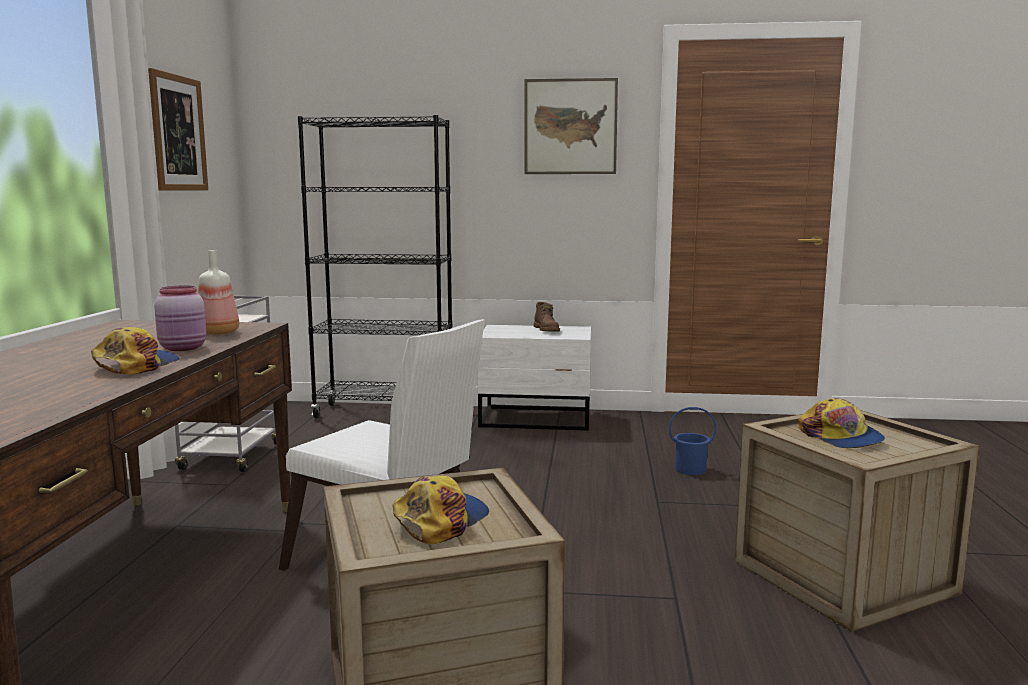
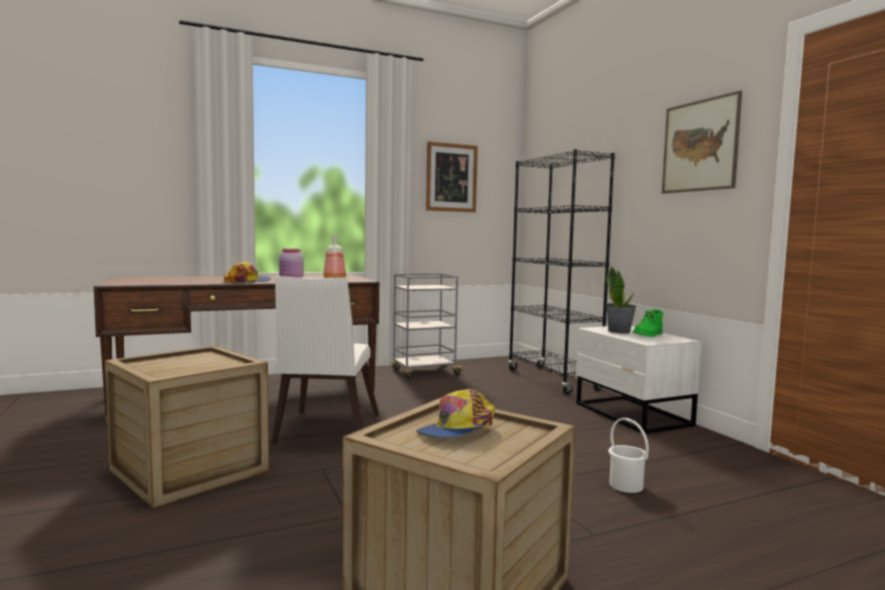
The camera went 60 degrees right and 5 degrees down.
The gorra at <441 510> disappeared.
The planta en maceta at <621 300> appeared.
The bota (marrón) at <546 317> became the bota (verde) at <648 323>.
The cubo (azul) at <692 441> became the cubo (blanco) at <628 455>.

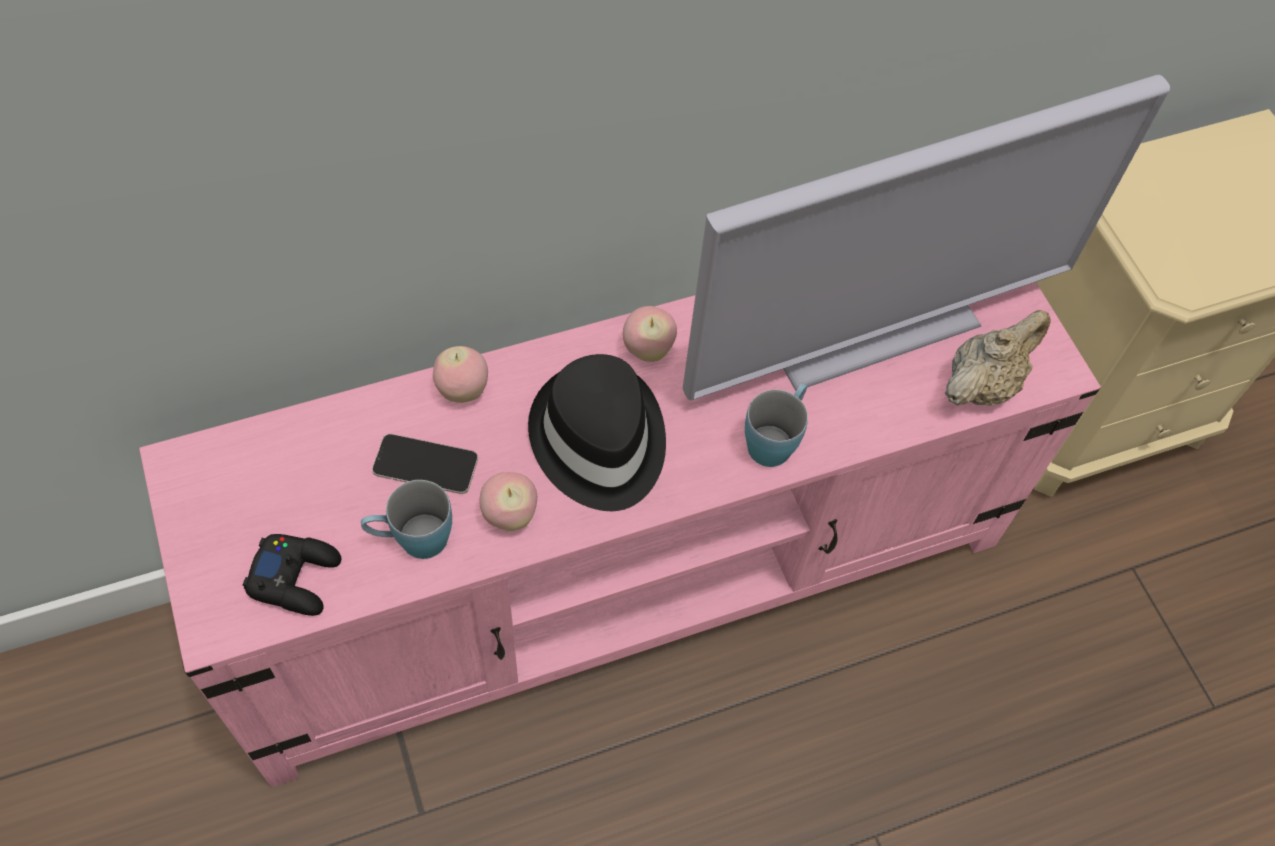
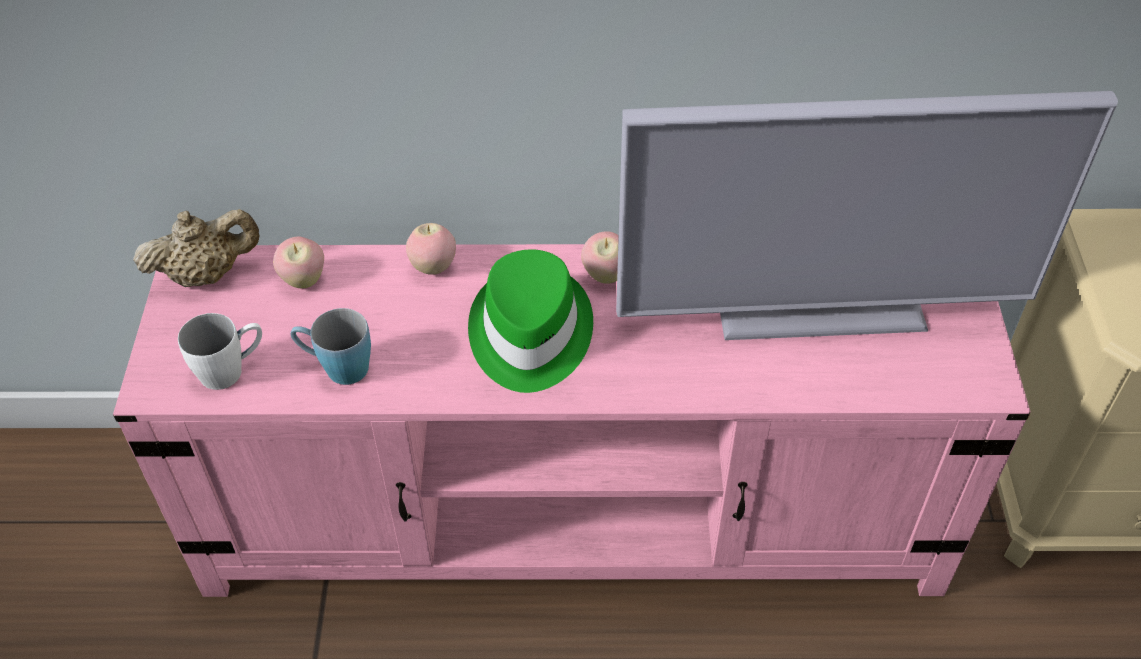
The camera went 25 degrees right and 10 degrees down.
The móvil at <425 464> disappeared.
The taza grande (azul) at <776 425> disappeared.
The manzana moved from <508 501> to <298 262>.
The tetera (beis) moved from <998 358> to <196 248>.
The mando de consola (negro) at <291 575> was replaced by the taza grande (blanco) at <220 351>.
The sombrero (negro) at <597 432> became the sombrero (verde) at <530 321>.

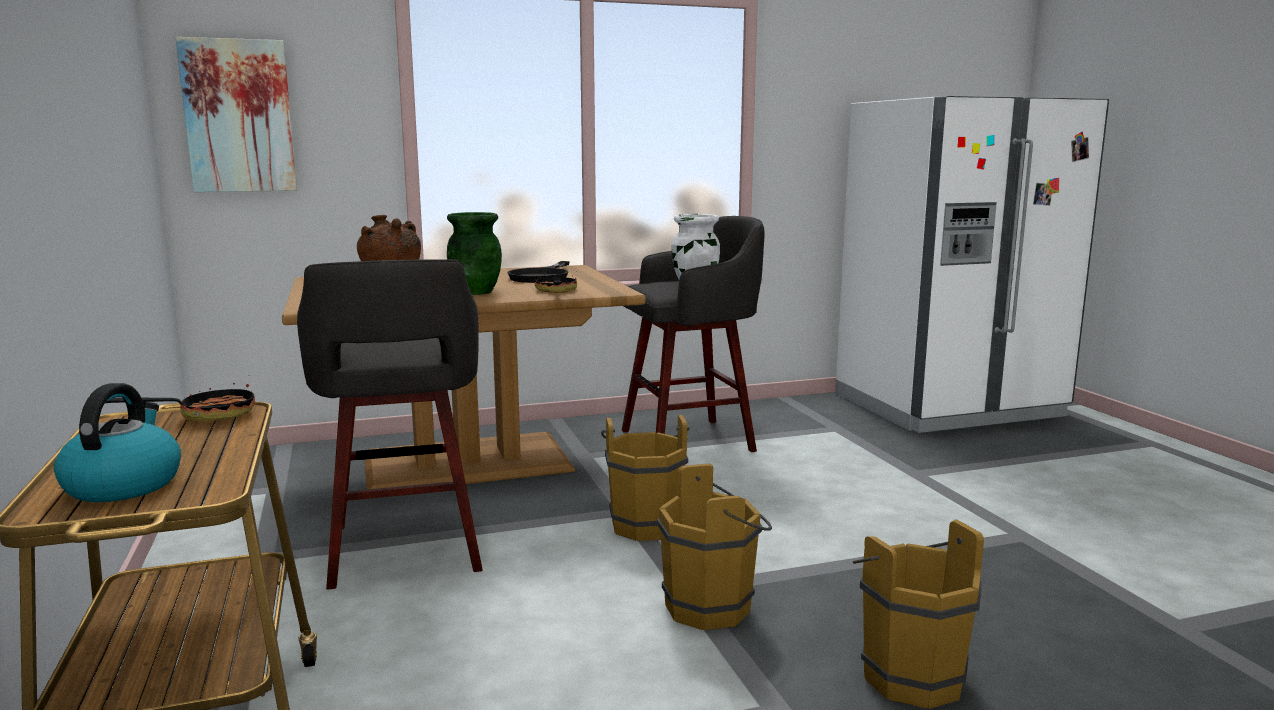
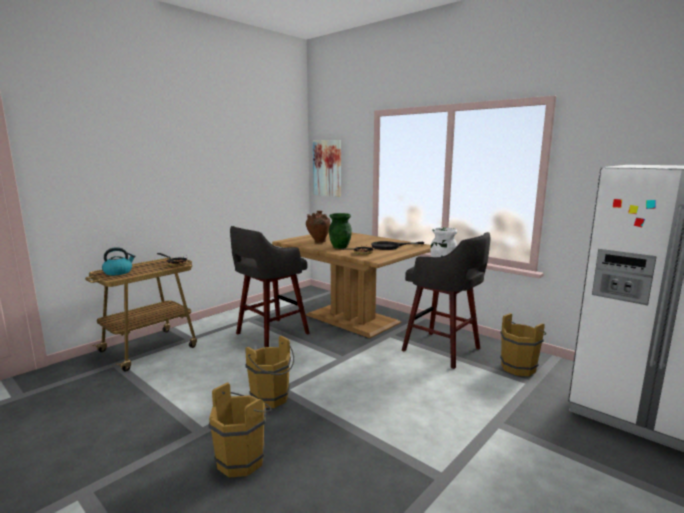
The camera went 60 degrees right and 0 degrees up.
The cubo (marrón) moved from <645 478> to <523 344>.

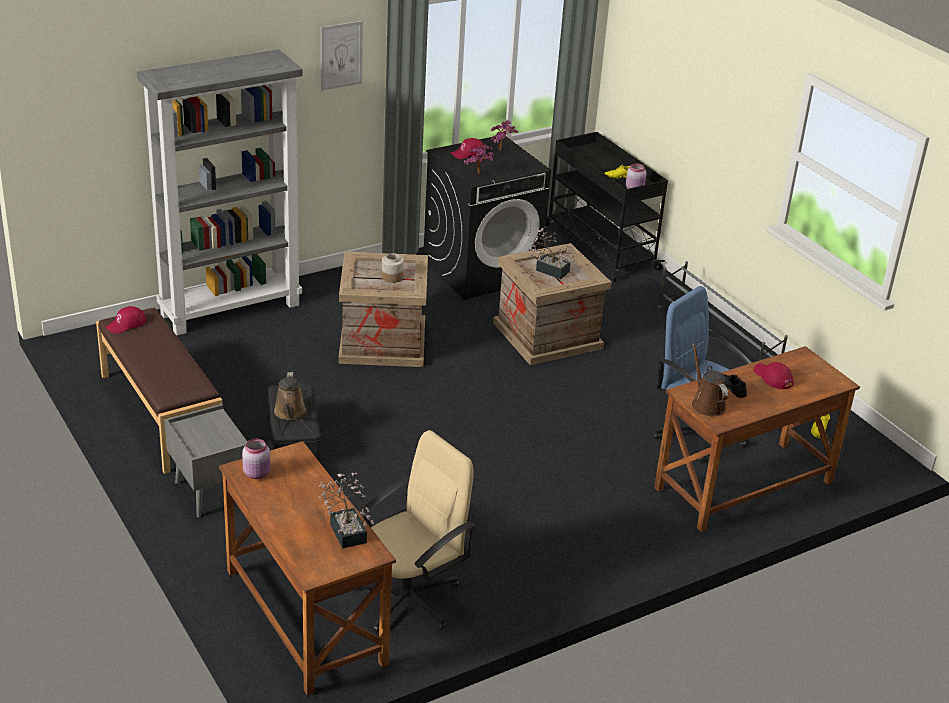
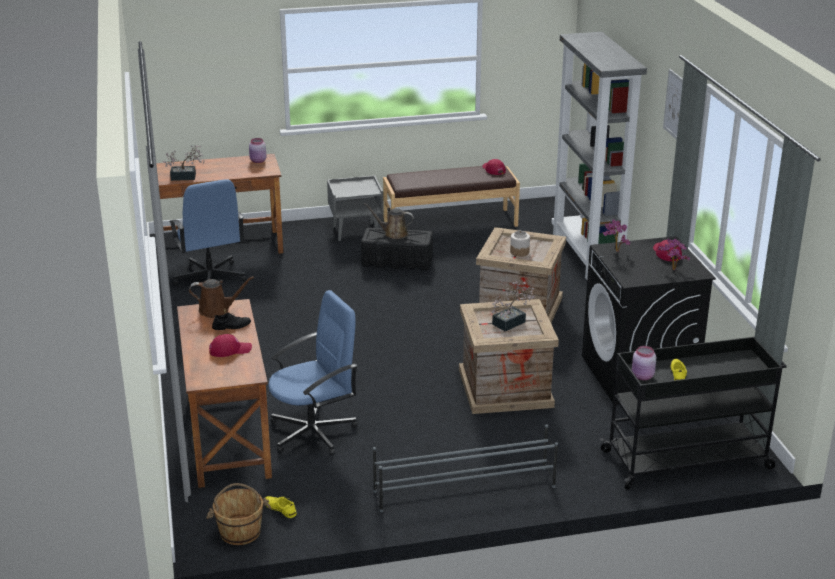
The camera went 110 degrees right and 5 degrees down.
The cubo (marrón) at <238 514> appeared.
The silla de oficina (beis) at <414 531> became the silla de oficina (azul) at <207 232>.

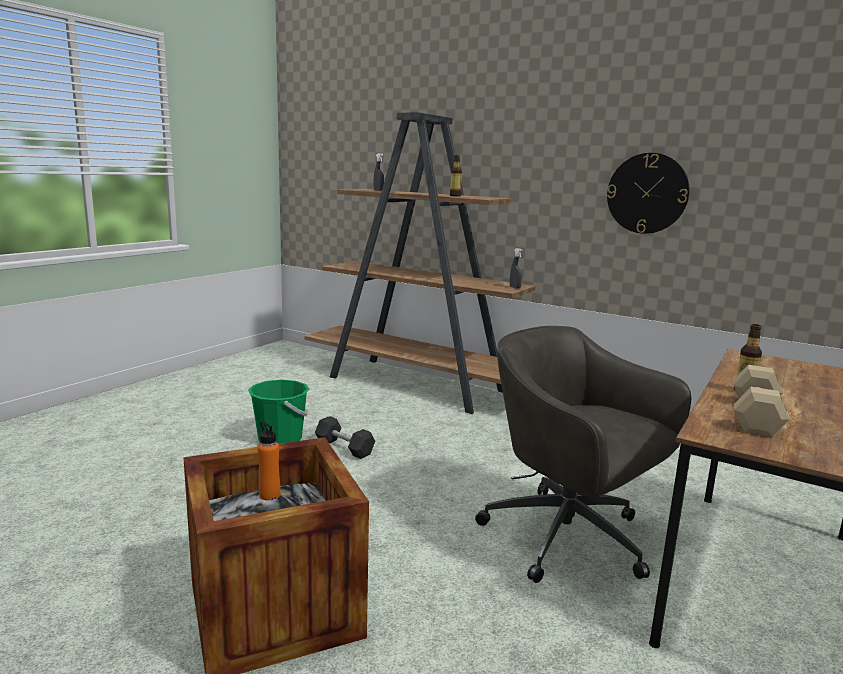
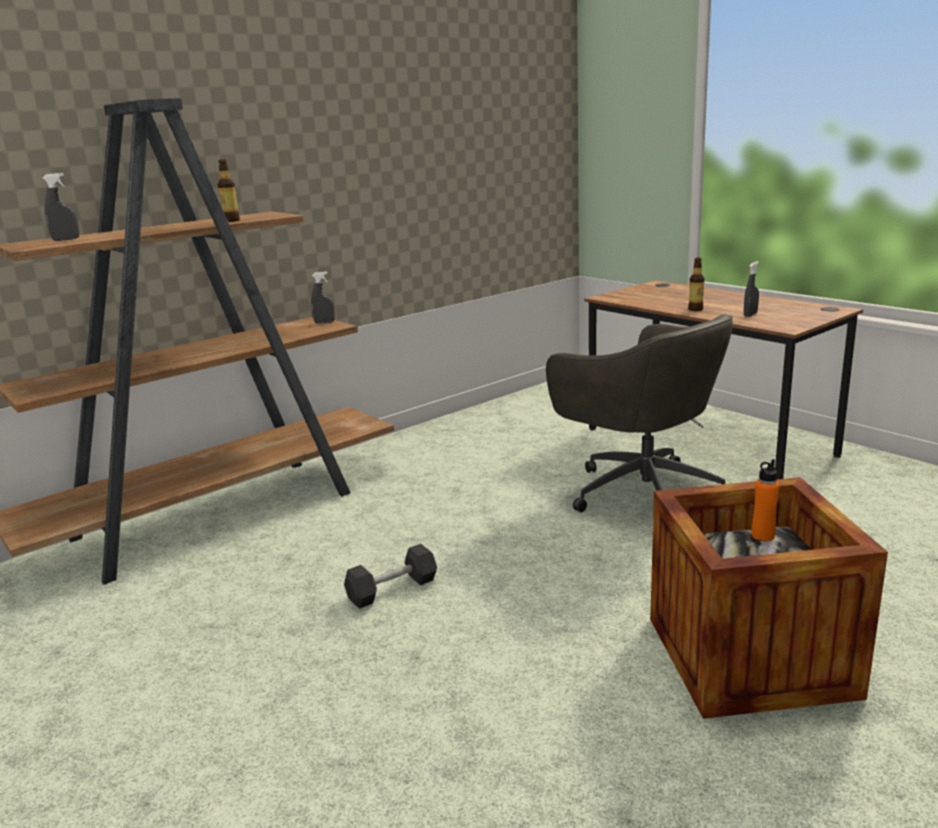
The camera went 70 degrees left and 5 degrees up.
The cubo (verde) at <278 412> disappeared.
The reloj de pared at <648 193> disappeared.
The mancuerna (beis) at <761 401> was replaced by the pulverizador (gris) at <751 289>.
The silla de oficina (gris) at <583 454> turned 105 degrees counterclockwise.

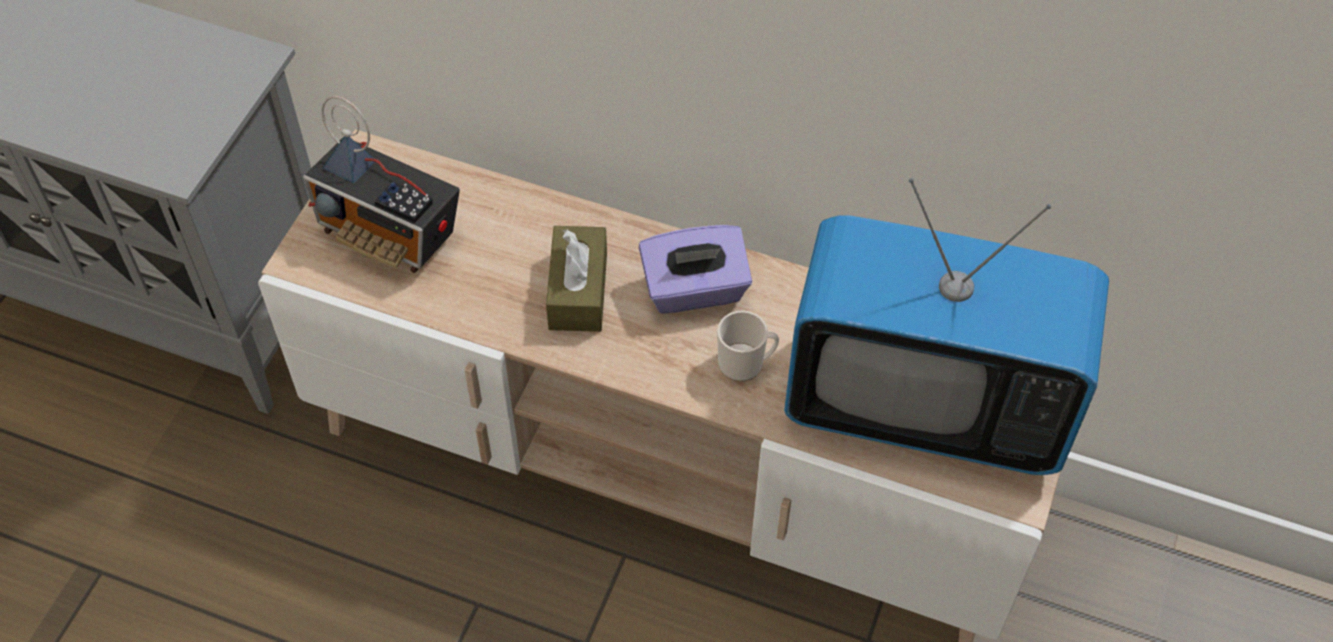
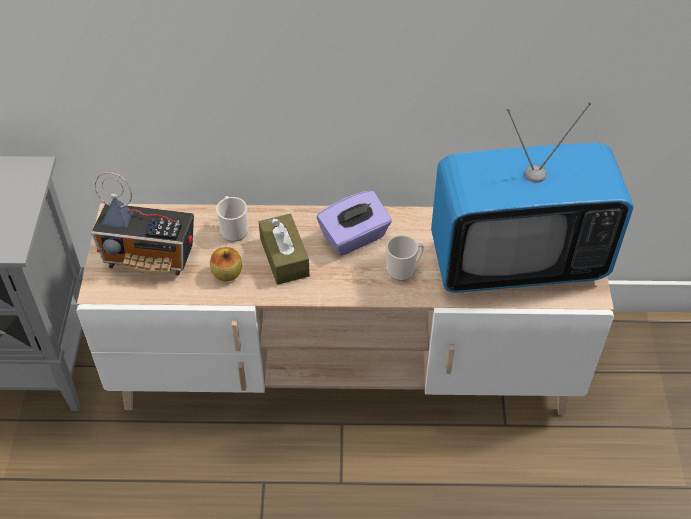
The camera went 20 degrees left and 5 degrees down.
The manzana at <226 264> appeared.
The taza grande at <232 219> appeared.

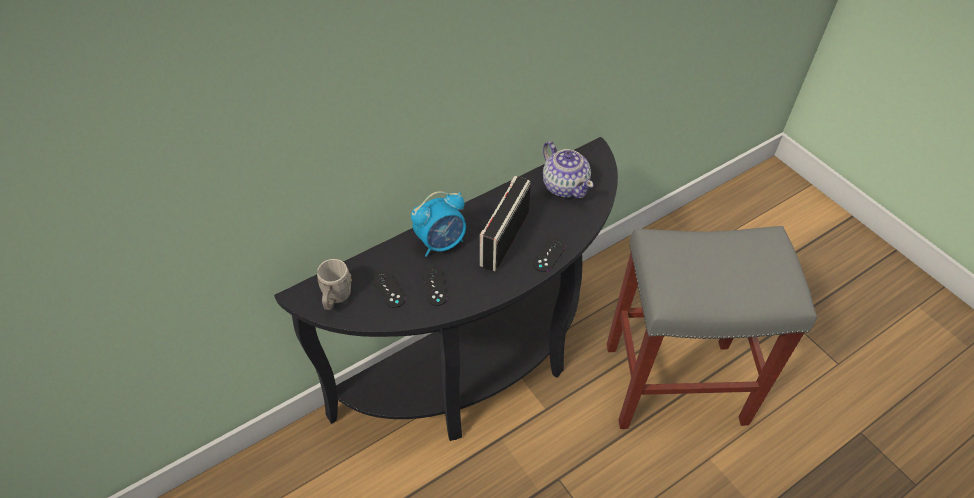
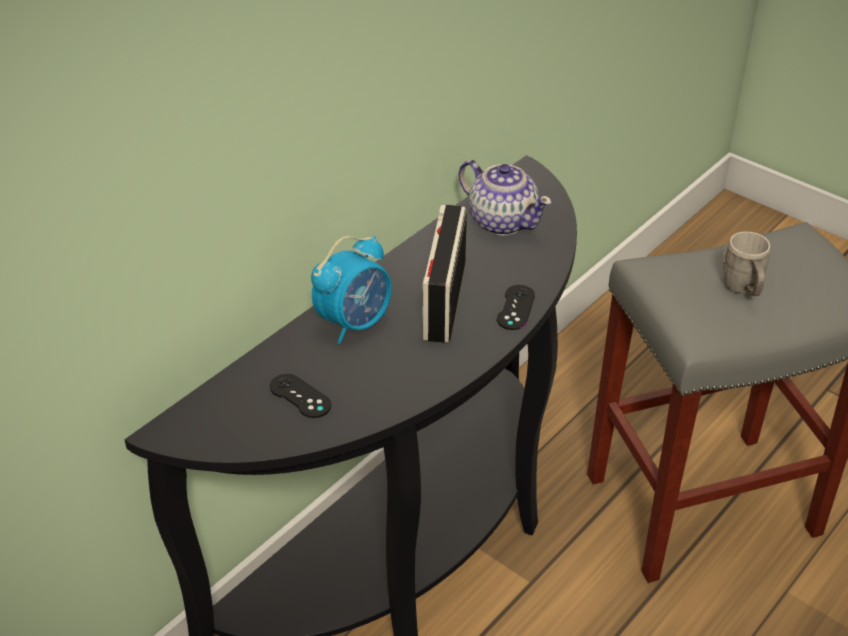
The camera went 15 degrees left and 10 degrees down.
The mando de consola (negro) at <435 286> disappeared.
The taza grande (gris) moved from <334 284> to <746 263>.

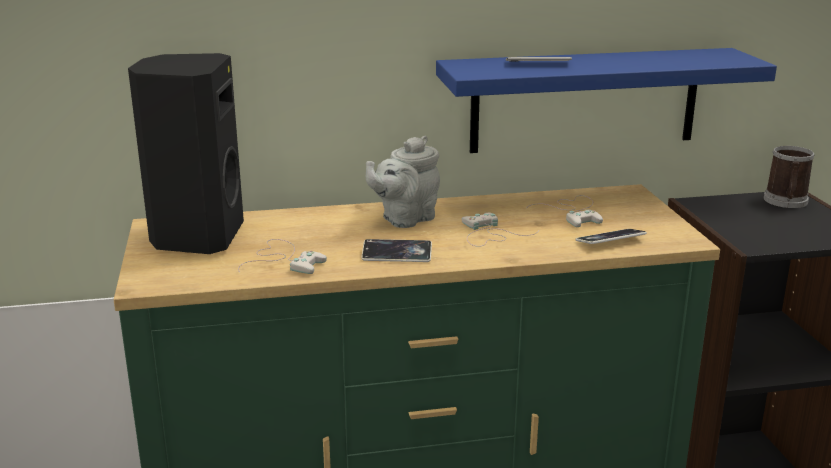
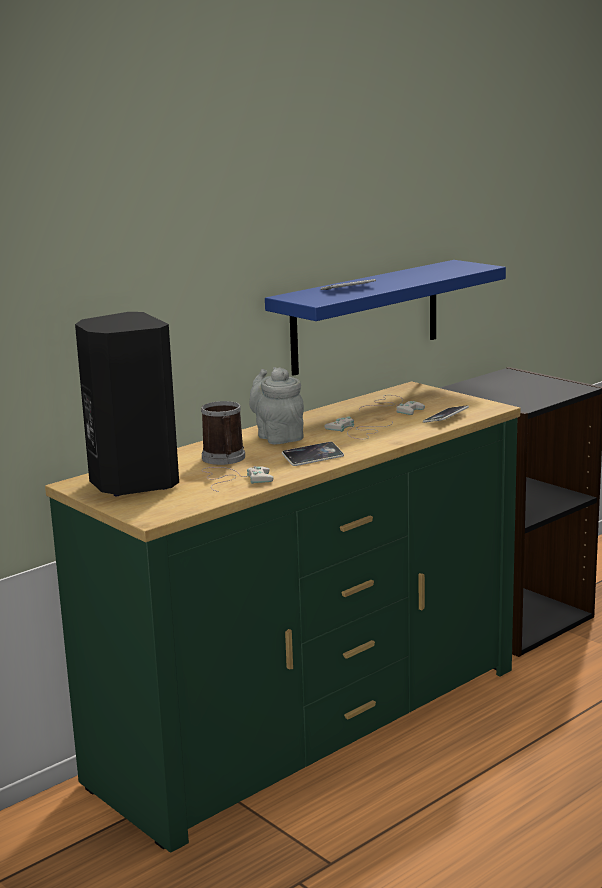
The camera went 30 degrees left and 5 degrees down.
The taza grande moved from <789 177> to <223 433>.
The tetera (gris) at <403 182> turned 135 degrees clockwise.

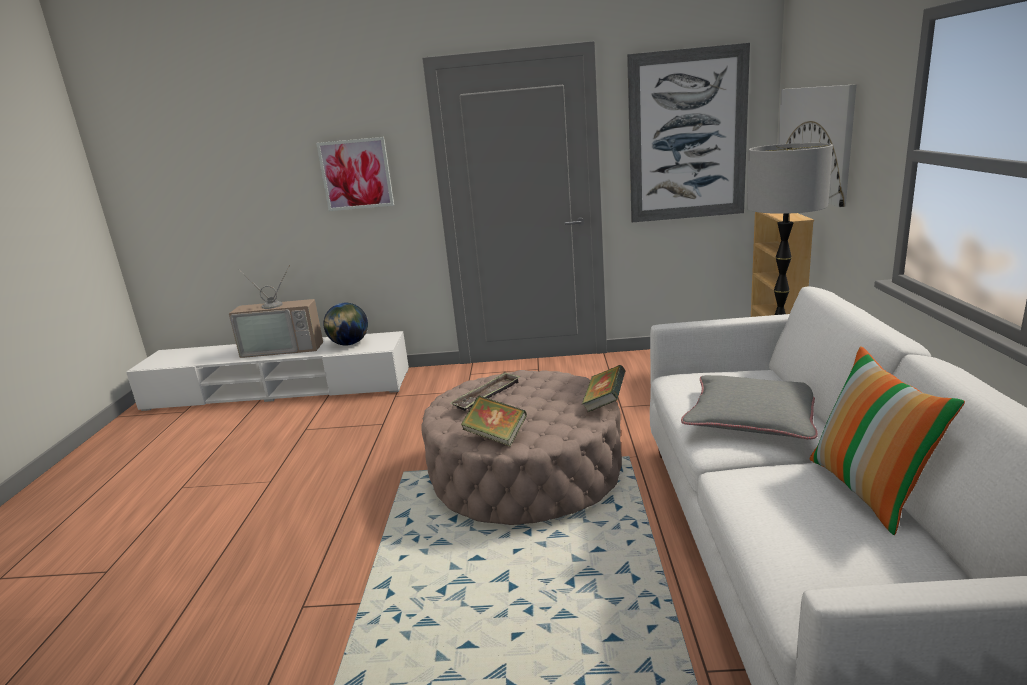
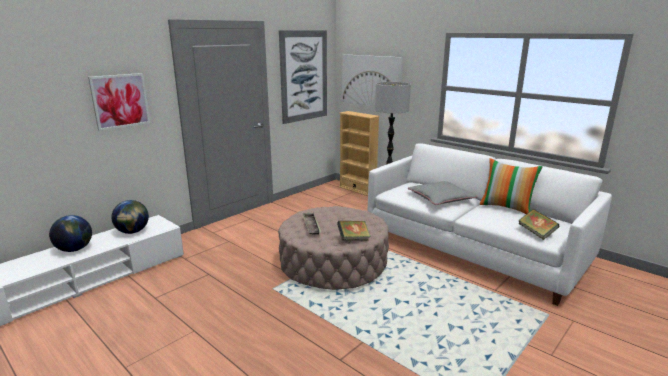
The camera went 50 degrees left and 0 degrees up.
The libro moved from <603 388> to <538 224>.
The televisor at <276 311> was replaced by the globo terráqueo at <70 233>.

